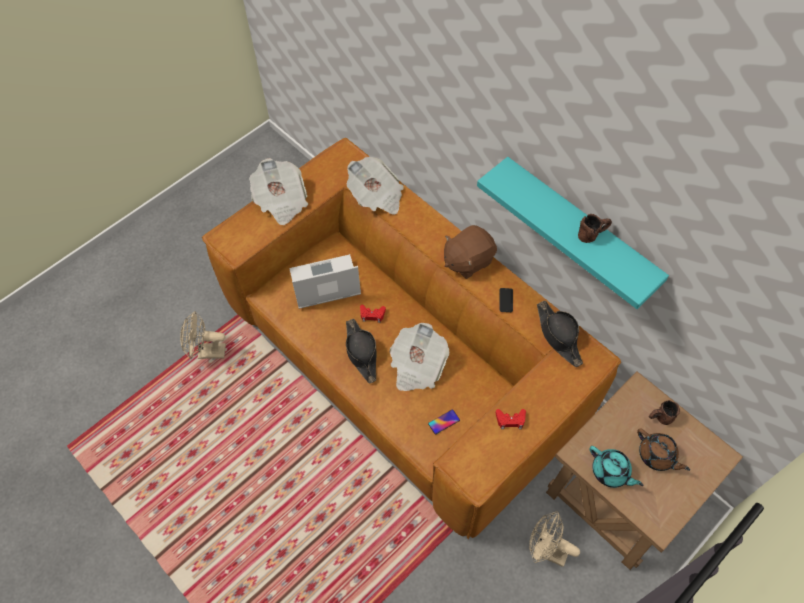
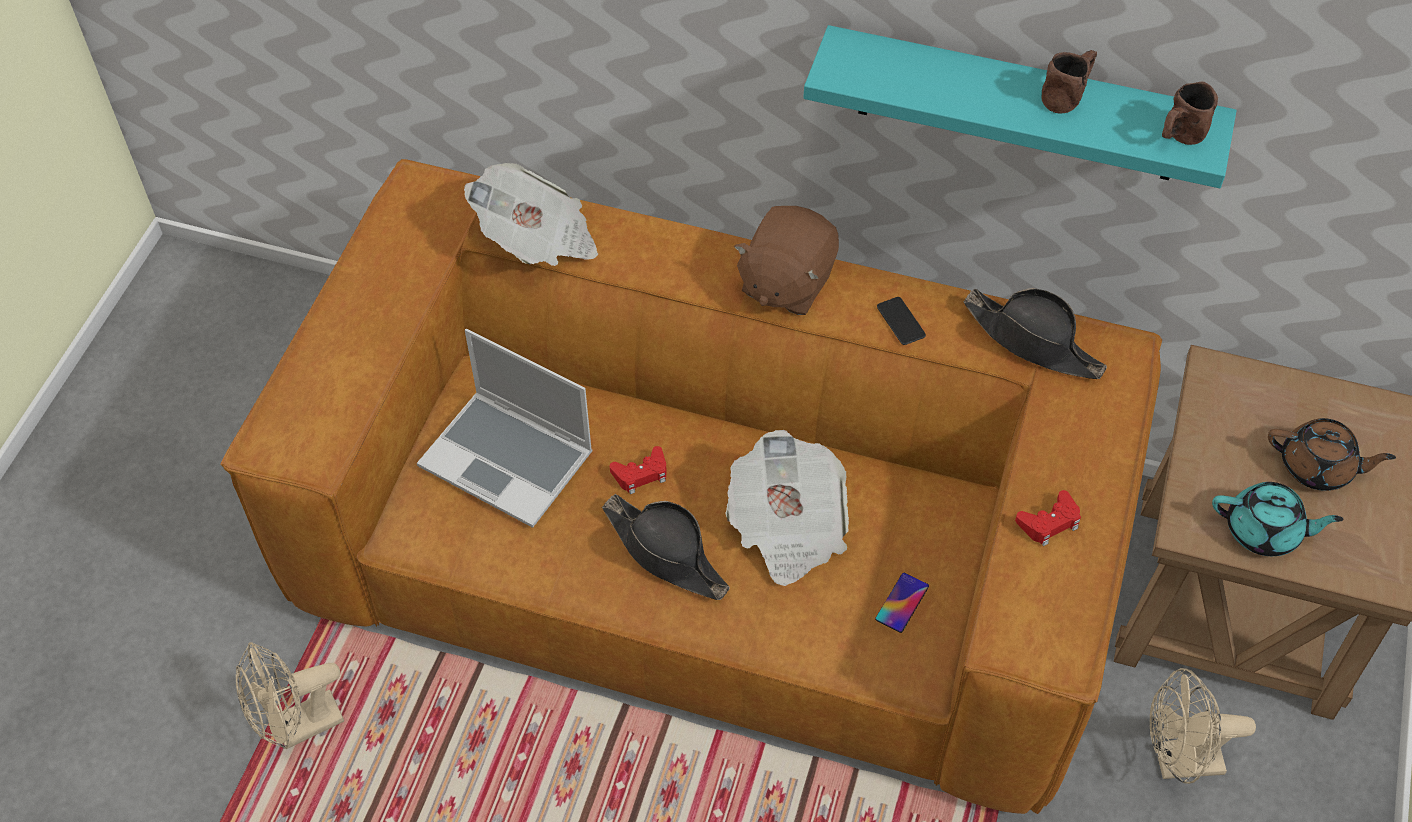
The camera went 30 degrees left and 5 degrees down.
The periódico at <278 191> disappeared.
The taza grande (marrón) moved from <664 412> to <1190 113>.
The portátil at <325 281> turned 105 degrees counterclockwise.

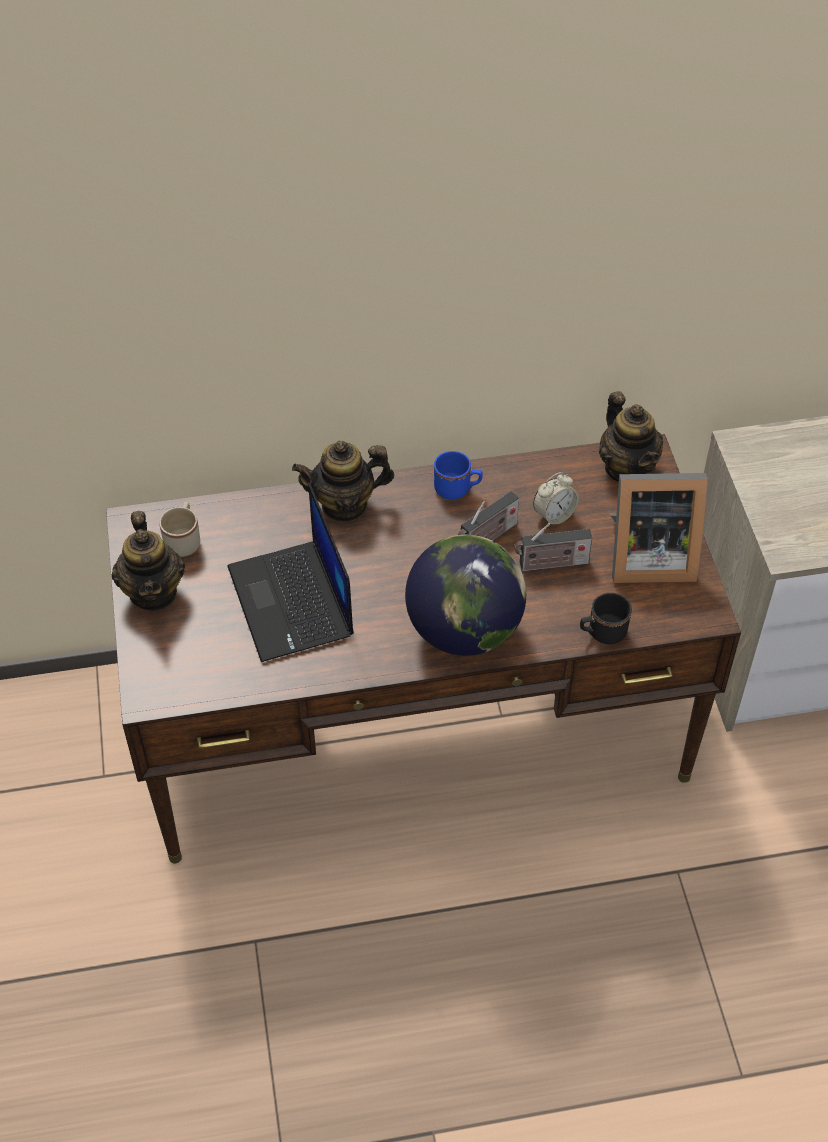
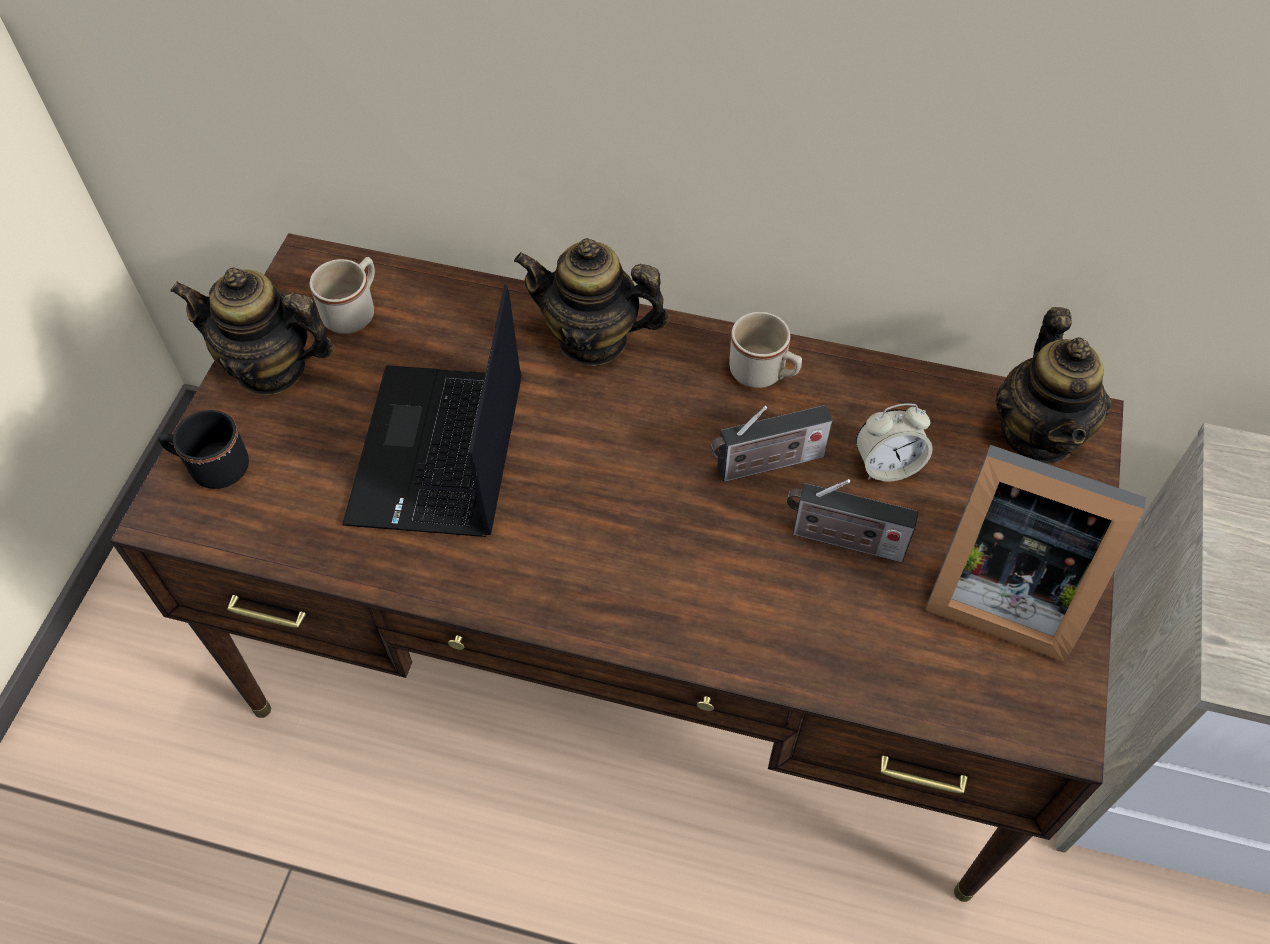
The camera went 25 degrees right and 5 degrees up.
The globo terráqueo at <465 595> disappeared.
The taza grande (negro) moved from <606 618> to <203 449>.
The taza grande (azul) at <458 475> became the taza grande (beis) at <765 350>.
The tetera at <148 561> turned 90 degrees clockwise.

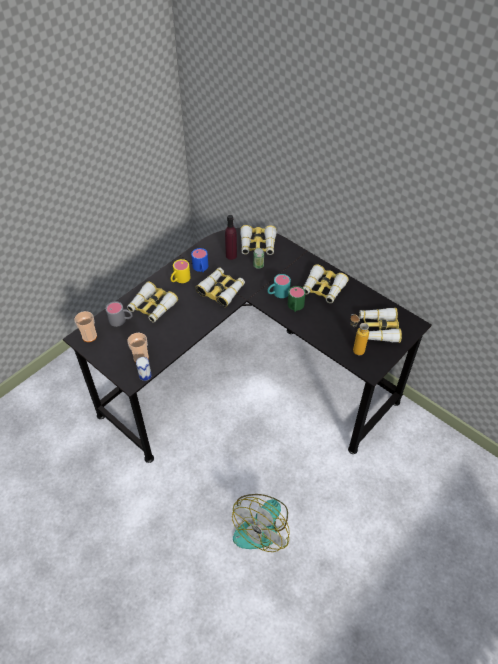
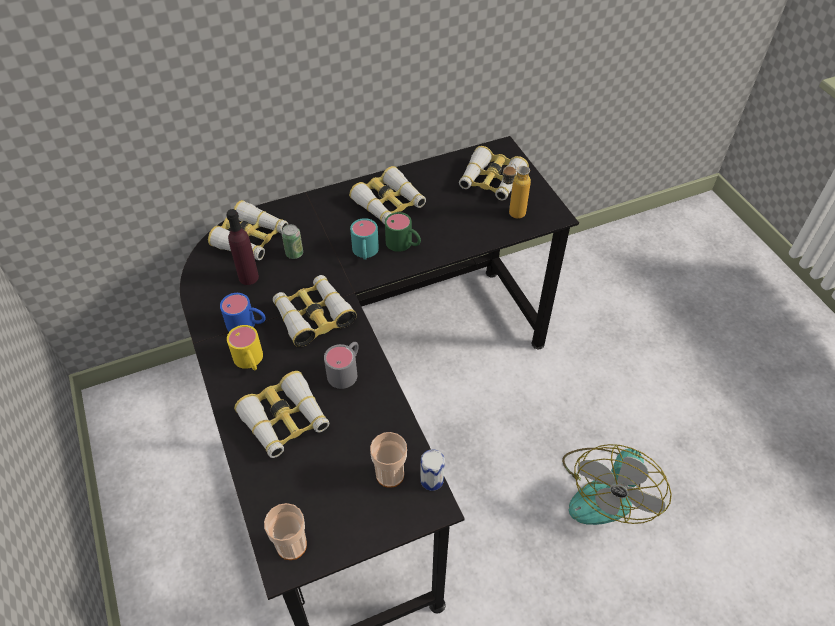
The camera went 65 degrees left and 0 degrees up.
The taza grande (gris) moved from <119 314> to <341 365>.
The ventilador at <261 523> turned 60 degrees clockwise.

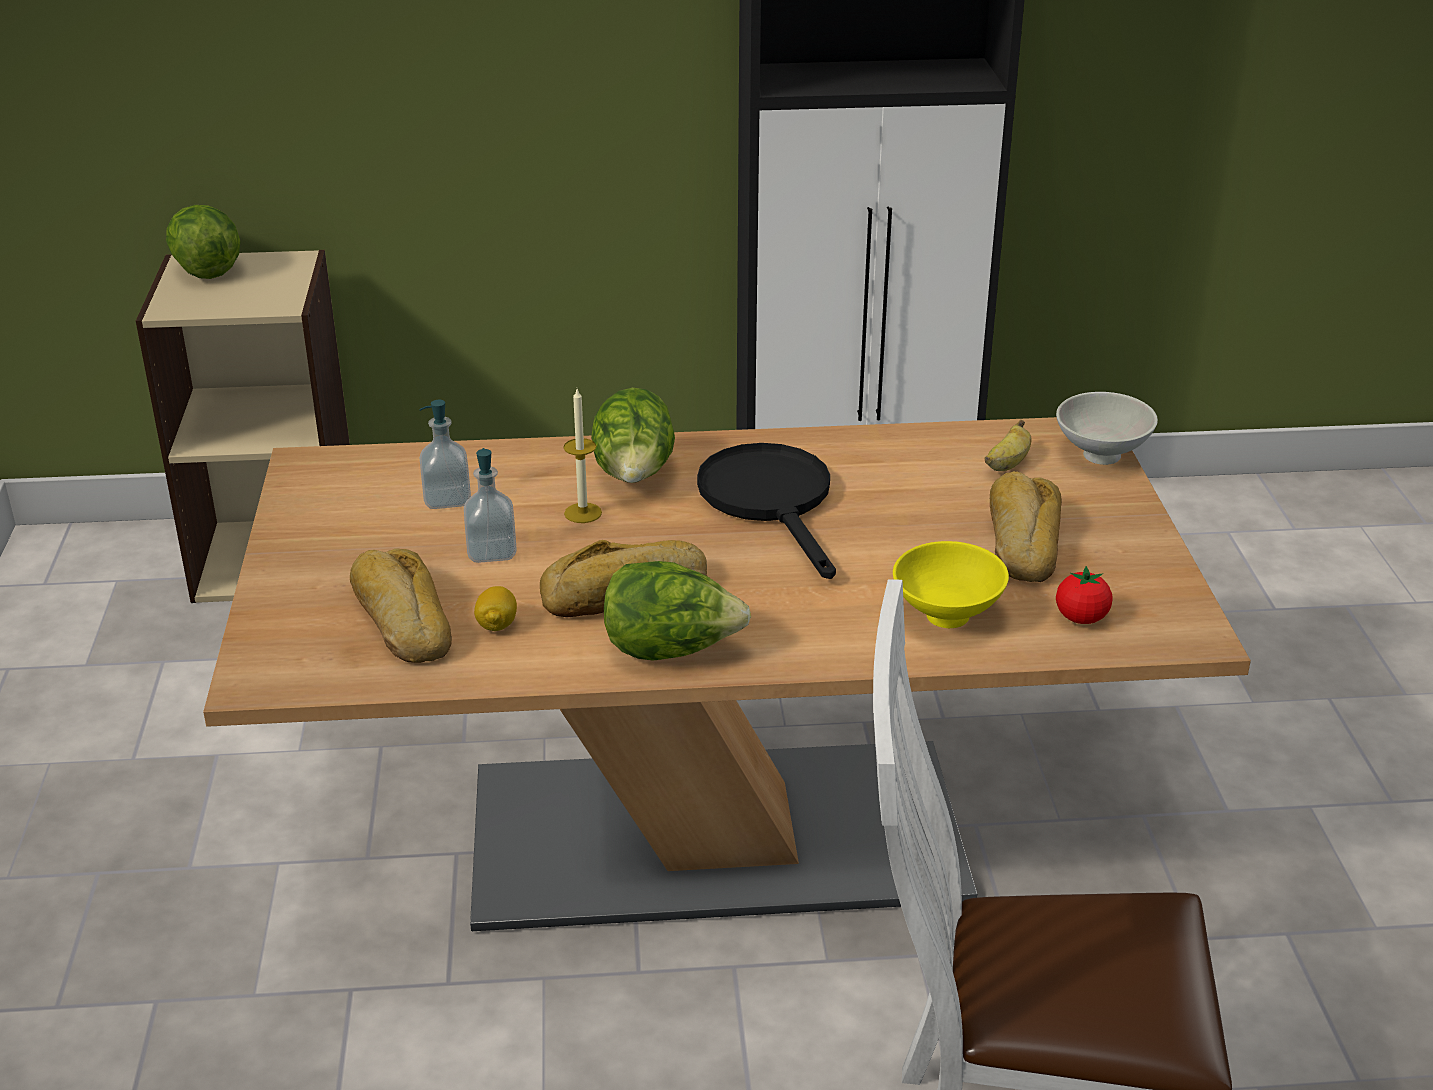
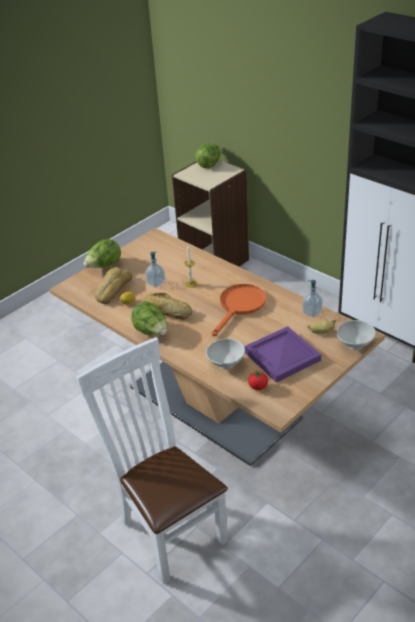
The camera went 50 degrees right and 5 degrees up.
The dispensador de jabón moved from <445 454> to <313 298>.
The lechuga moved from <633 435> to <102 253>.
The pan at <1026 526> was replaced by the bandeja (morado) at <282 354>.
The sartén (negro) at <766 511> became the sartén (naranja) at <239 310>.
The cuenco (amarillo) at <951 584> became the cuenco (blanco) at <225 353>.

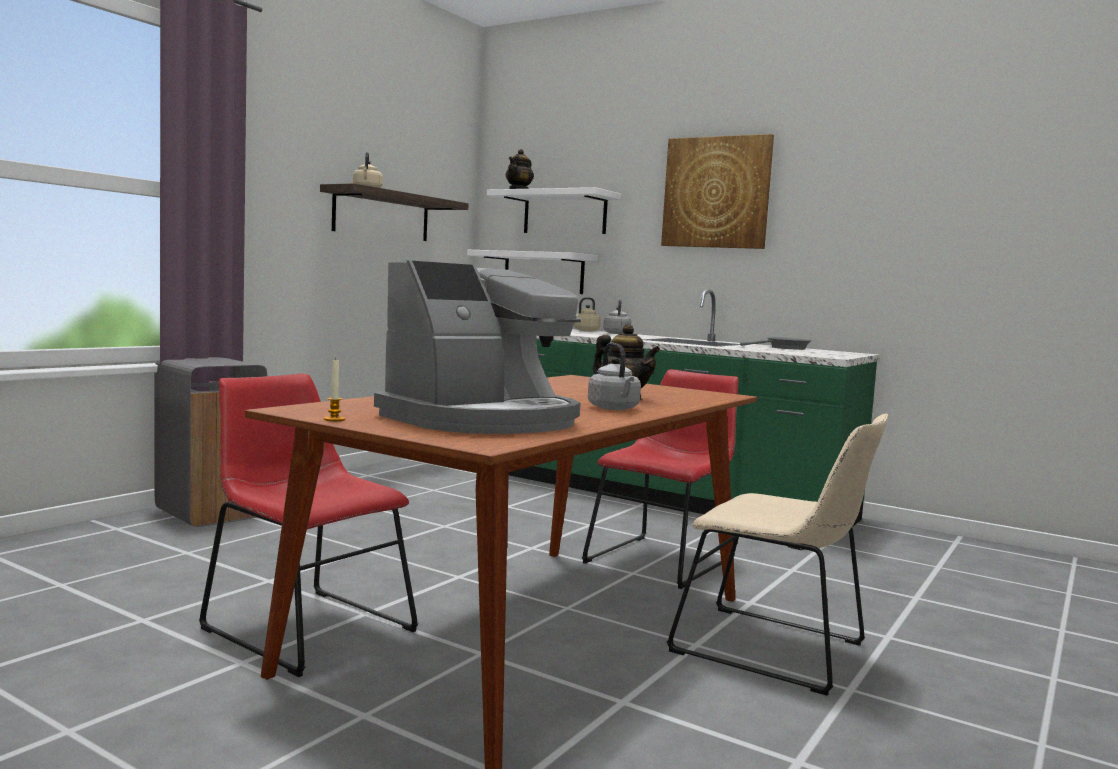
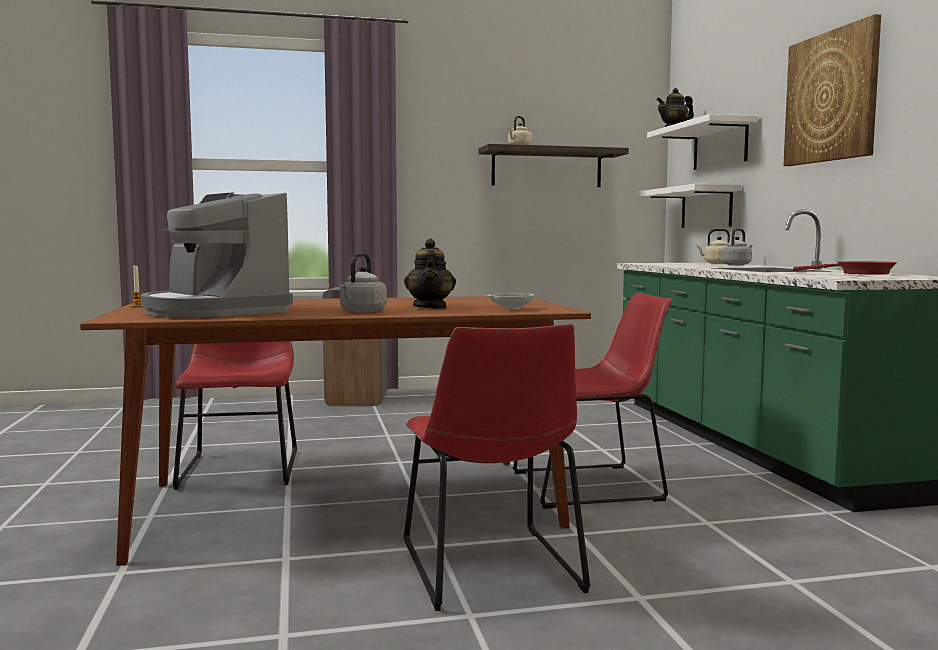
The camera went 45 degrees right and 0 degrees up.
The cuenco (blanco) at <509 301> appeared.
The silla (beis) at <777 555> became the silla (rojo) at <497 467>.
The sartén (gris) at <776 343> became the sartén (rojo) at <845 268>.
The cafetera at <477 347> turned 45 degrees clockwise.

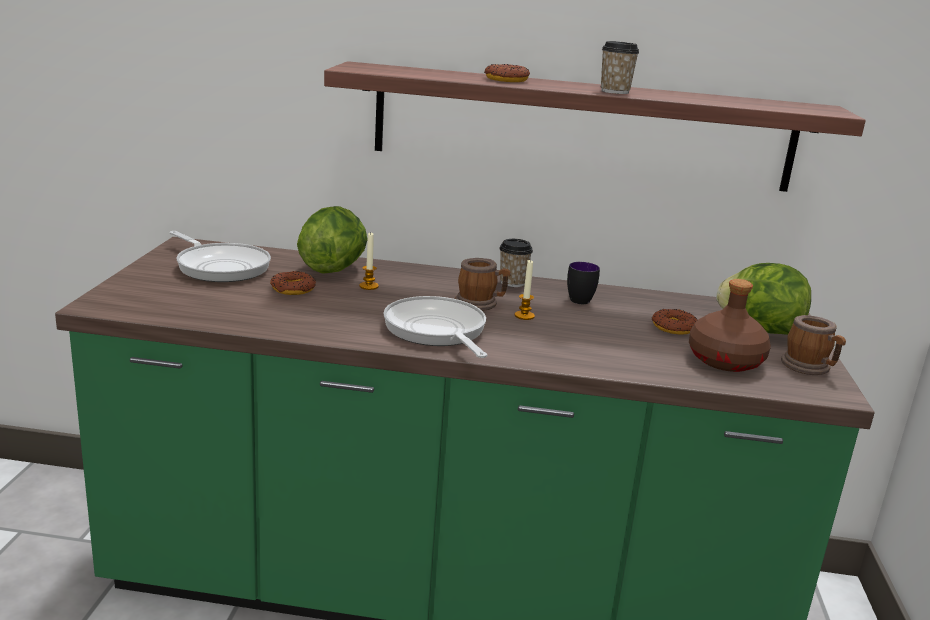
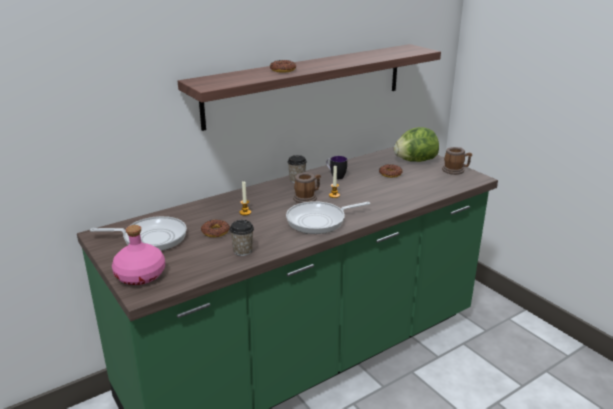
The camera went 40 degrees left and 5 degrees up.
The lechuga at <332 240> disappeared.
The botella (marrón) at <730 325> disappeared.
The botella (rosa) at <138 255> appeared.
The taza moved from <620 67> to <241 238>.
The sartén at <435 327> turned 45 degrees counterclockwise.

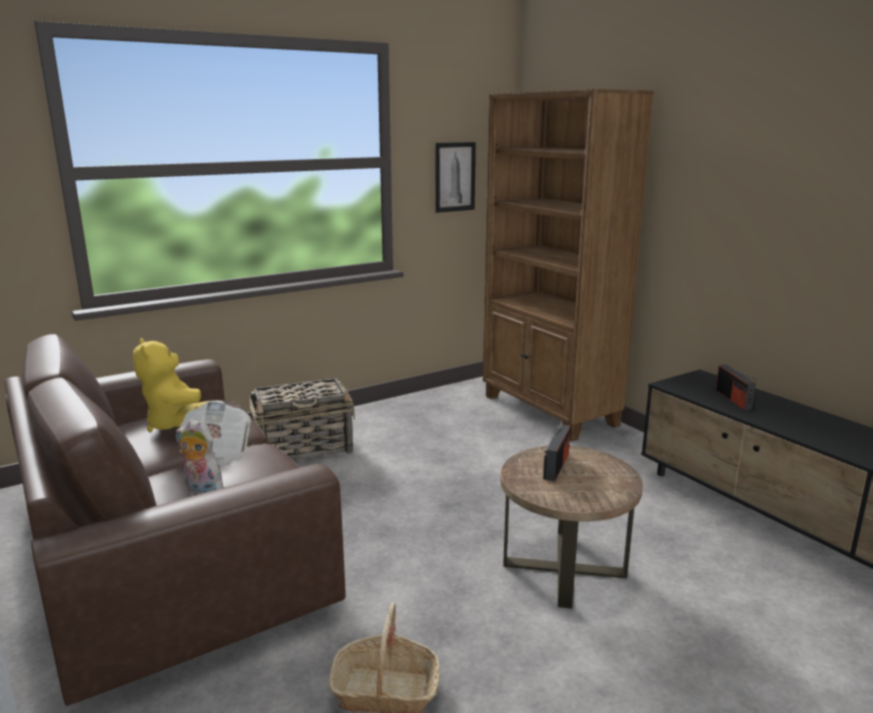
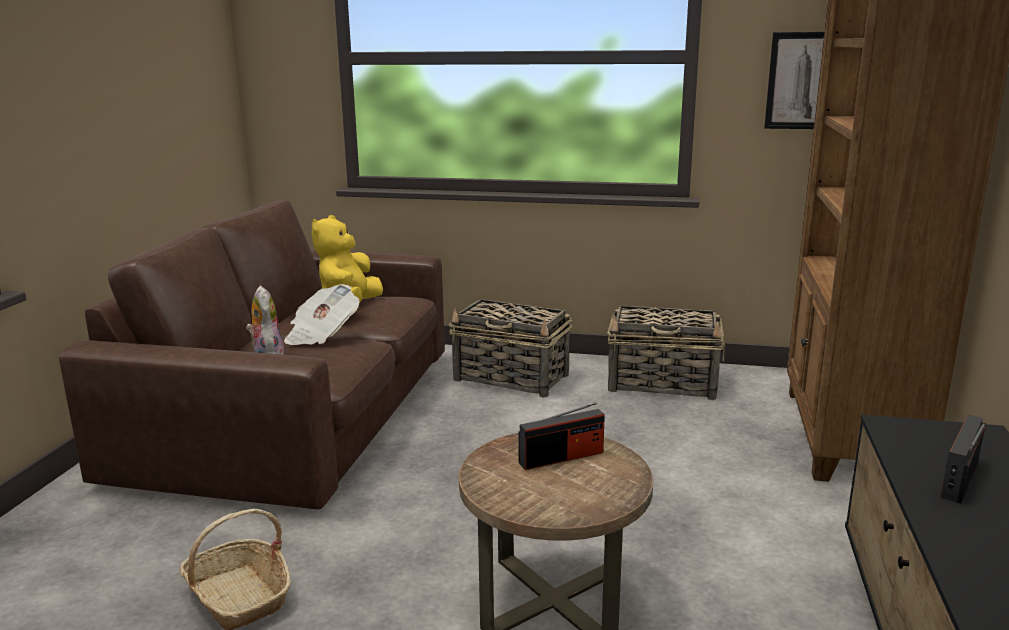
The camera went 45 degrees right and 0 degrees up.
The cesta at <666 352> appeared.

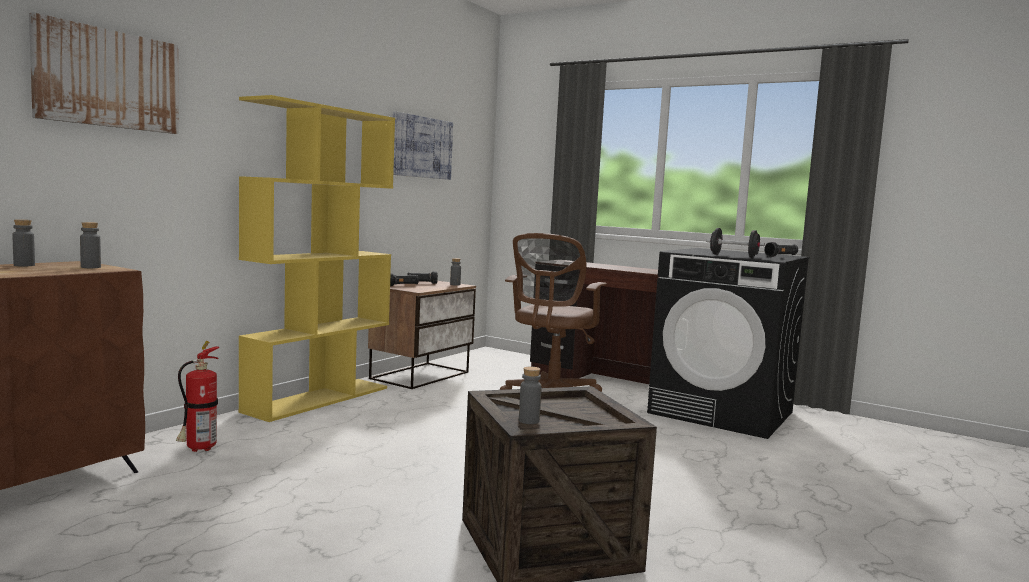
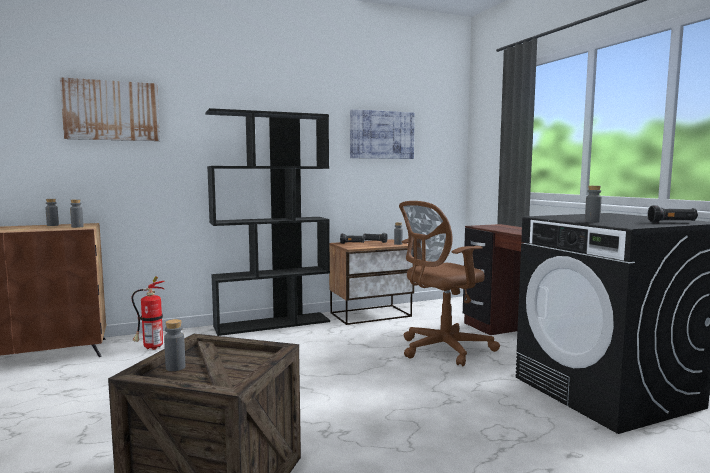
The camera went 35 degrees right and 0 degrees up.
The mancuerna (negro) at <735 243> was replaced by the botella (gris) at <593 204>.
The estantería (amarillo) at <317 258> became the estantería (negro) at <267 222>.

